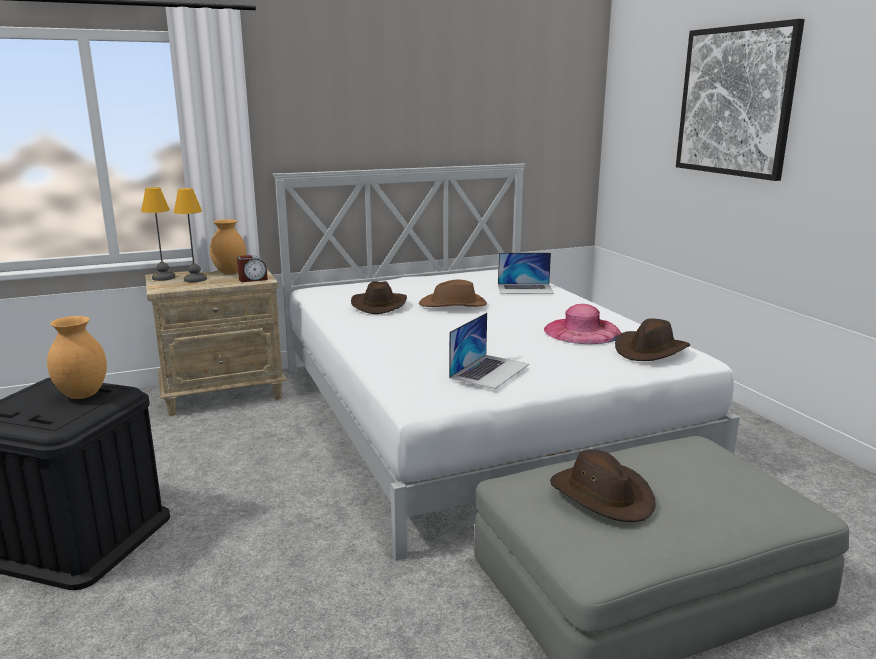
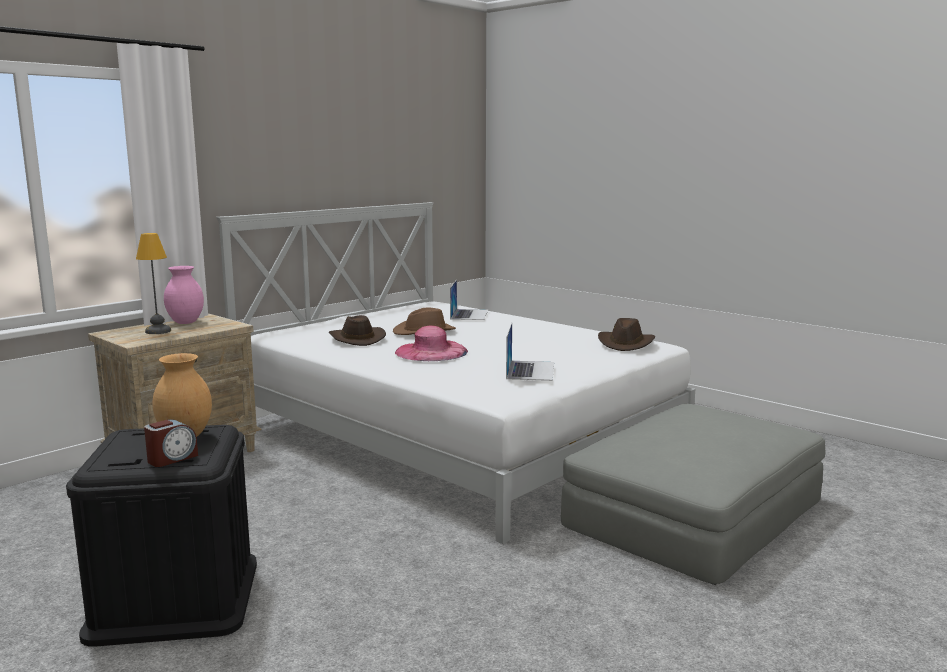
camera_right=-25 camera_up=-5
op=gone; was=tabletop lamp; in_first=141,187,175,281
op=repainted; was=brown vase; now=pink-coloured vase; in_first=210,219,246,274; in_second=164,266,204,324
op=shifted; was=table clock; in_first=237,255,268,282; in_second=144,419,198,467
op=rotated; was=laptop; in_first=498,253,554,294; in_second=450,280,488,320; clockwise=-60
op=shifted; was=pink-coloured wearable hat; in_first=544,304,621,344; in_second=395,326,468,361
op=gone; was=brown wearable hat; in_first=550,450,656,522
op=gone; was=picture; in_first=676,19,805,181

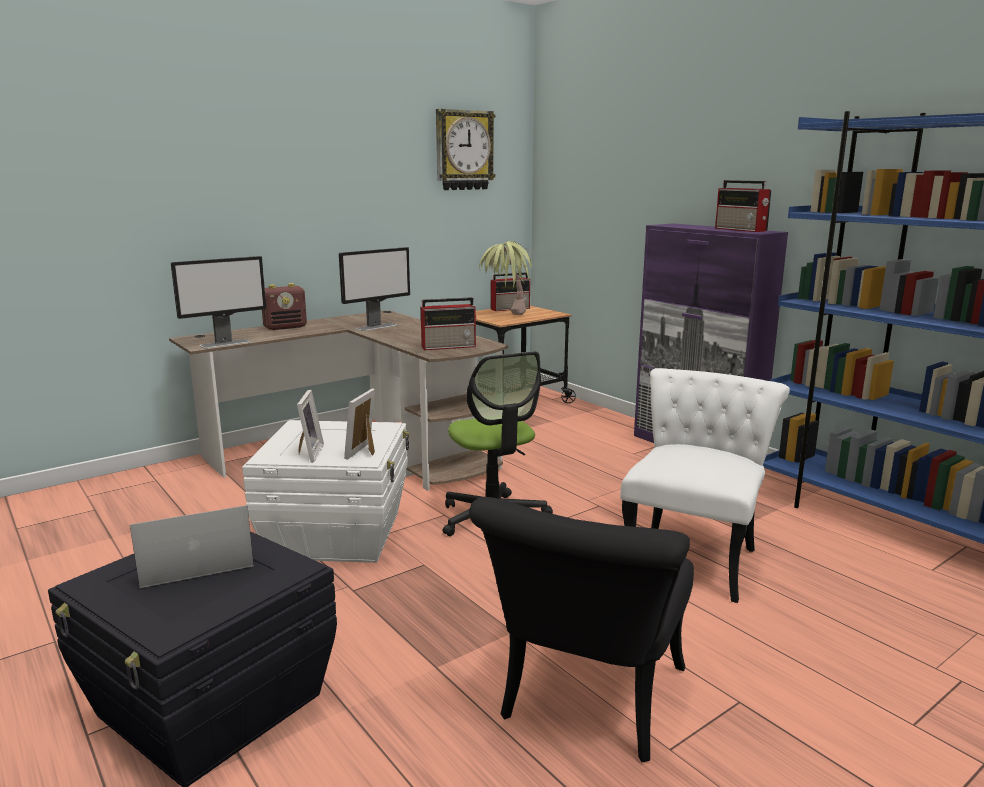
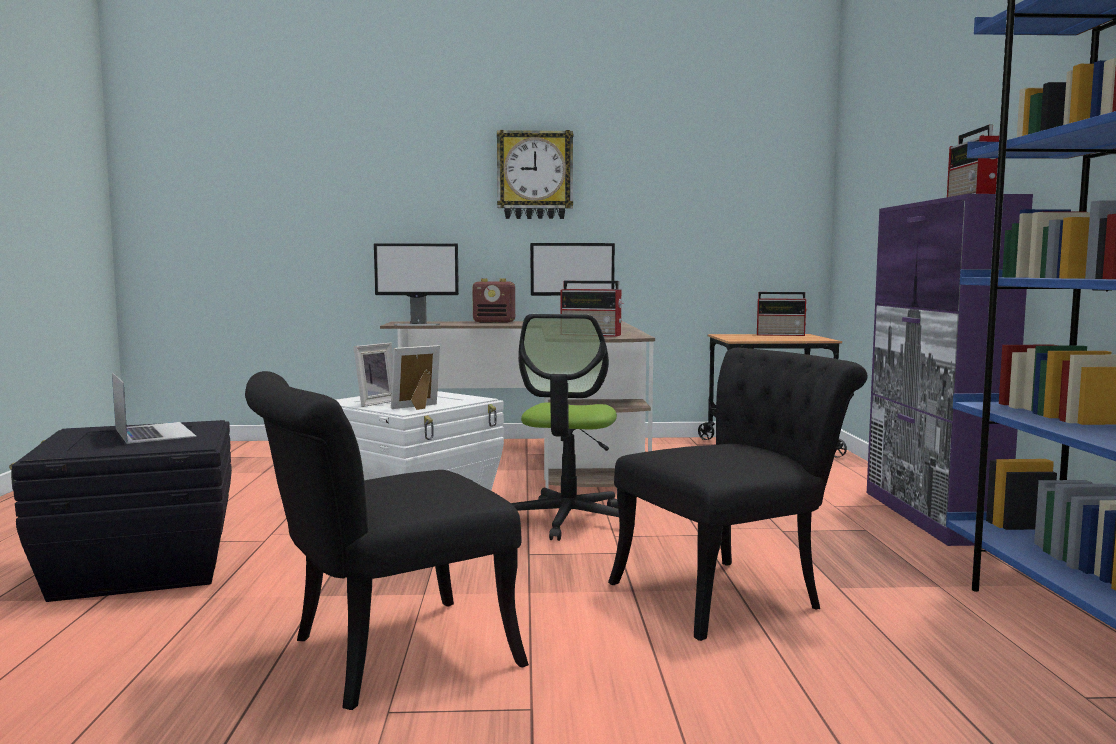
camera_right=35 camera_up=-10
op=rotated; was=laptop; in_first=130,505,254,588; in_second=112,373,196,444; clockwise=45
op=shifted; was=clock on the wall; in_first=436,109,496,190; in_second=497,130,573,219
op=gone; was=potted plant; in_first=479,241,531,315
op=repainted; was=whitish chair; now=black chair; in_first=620,368,790,603; in_second=608,348,867,641

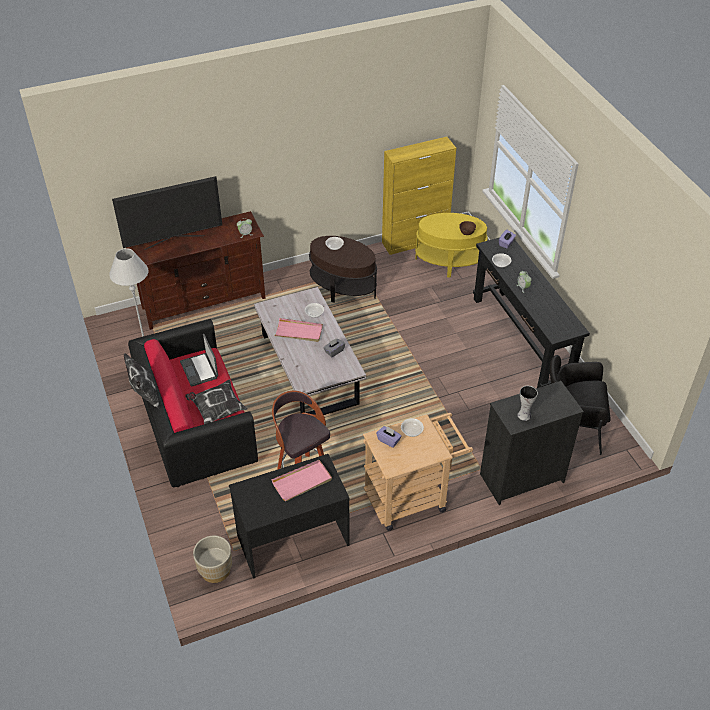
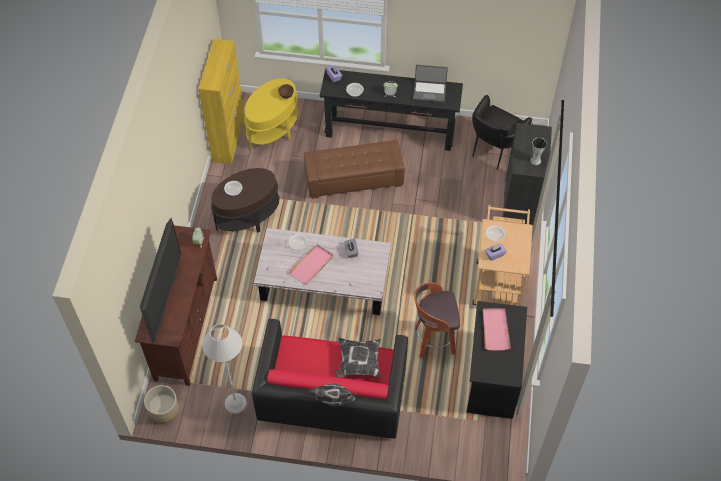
camera_right=-60 camera_up=10
op=shifted; was=laptop; in_first=180,334,218,386; in_second=413,65,448,102
op=shifted; was=sand-coloured plant pot; in_first=193,536,232,583; in_second=144,385,178,424
op=new; now=brown ottoman; in_second=304,140,405,199

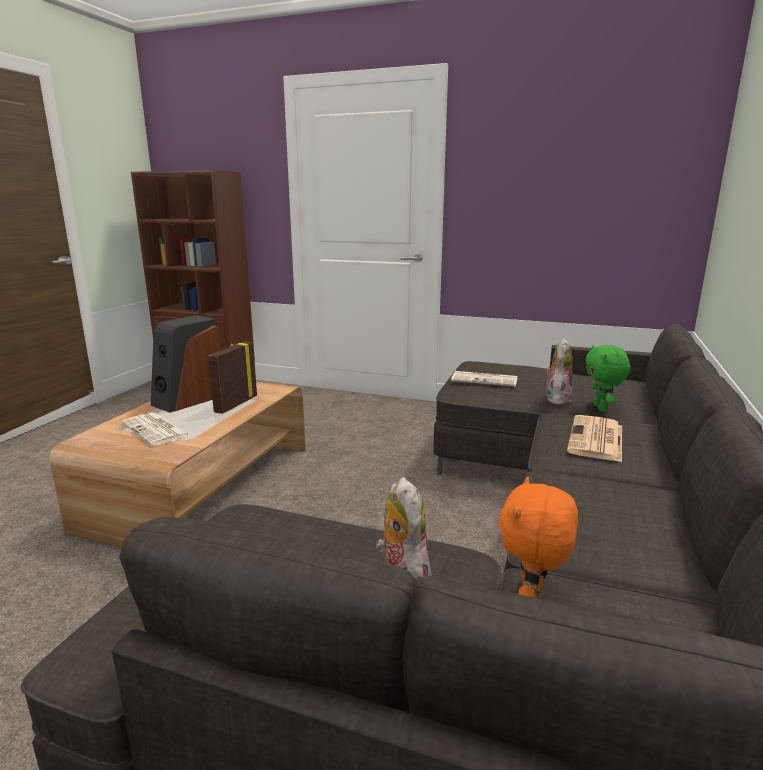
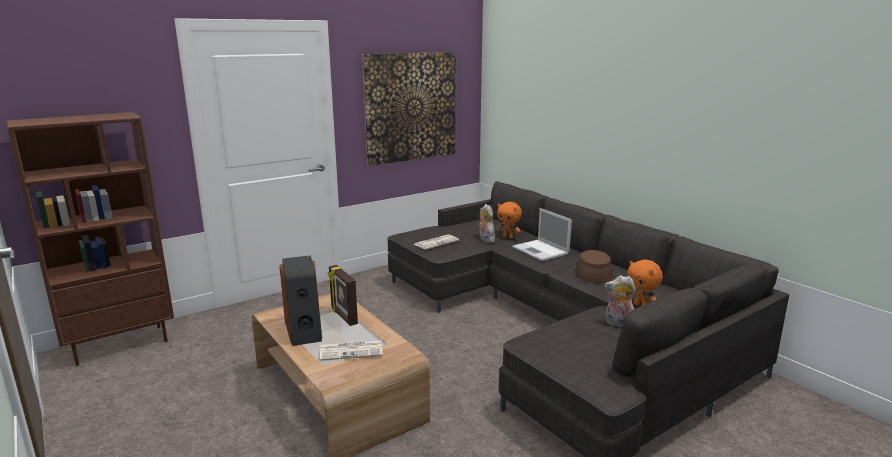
camera_right=-55 camera_up=0
op=swapped; was=daily paper; now=laptop; in_first=567,415,622,462; in_second=512,208,572,261
op=repainted; was=greenish cuddly toy; now=orange-coloured cuddly toy; in_first=585,345,630,412; in_second=497,202,522,239
op=new; now=picture; in_second=362,52,456,166
op=new; now=brown wearable hat; in_second=575,250,613,283

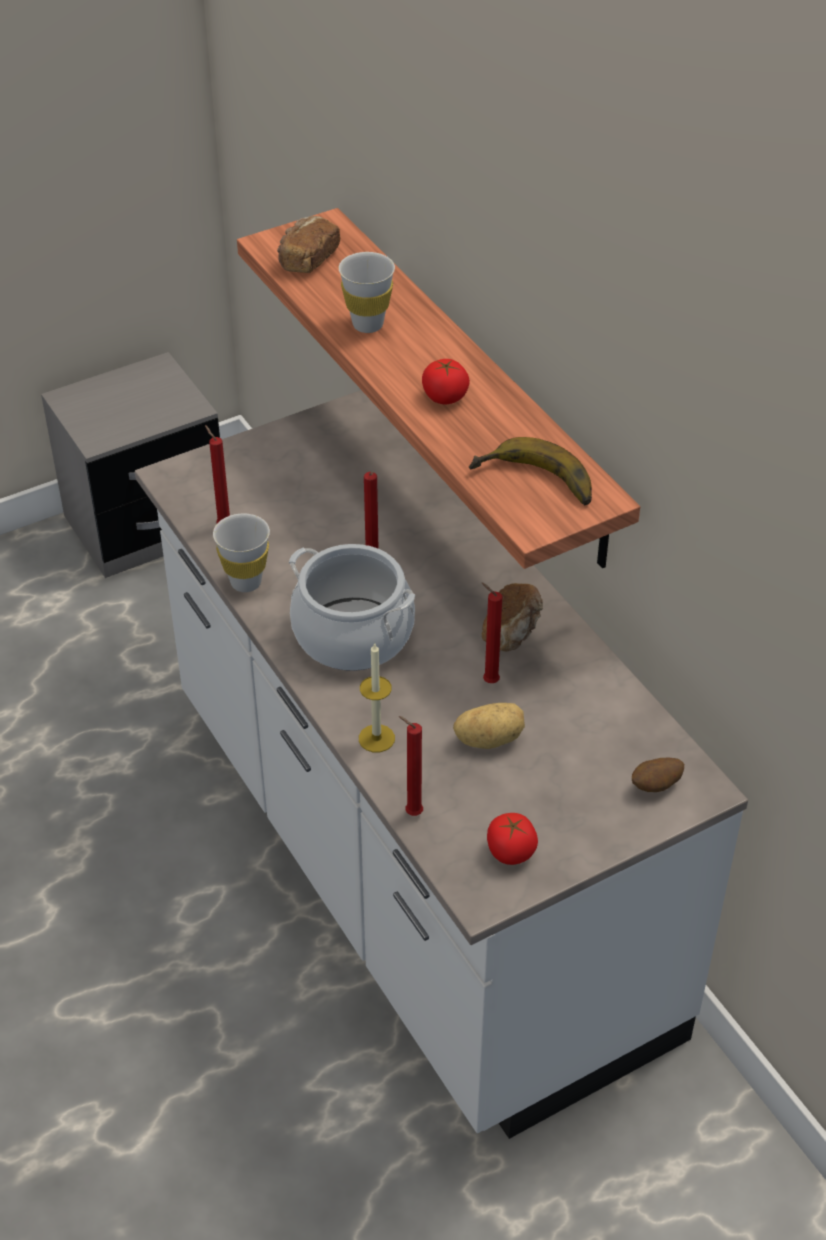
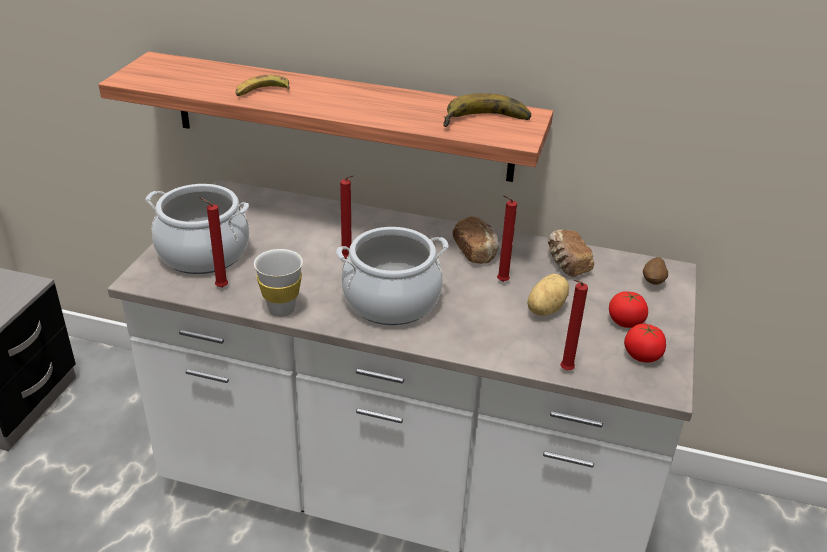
camera_right=-45 camera_up=-10
op=shifted; was=baked bread; in_first=277,216,341,273; in_second=548,230,594,277
op=swapped; was=whitish drinking cup; now=whole banana; in_first=339,252,395,333; in_second=236,75,290,96
op=gone; was=candle; in_first=359,642,395,752
op=shifted; was=whole tomato; in_first=422,359,470,404; in_second=609,291,648,328
op=new; now=saucepot; in_second=145,184,249,274

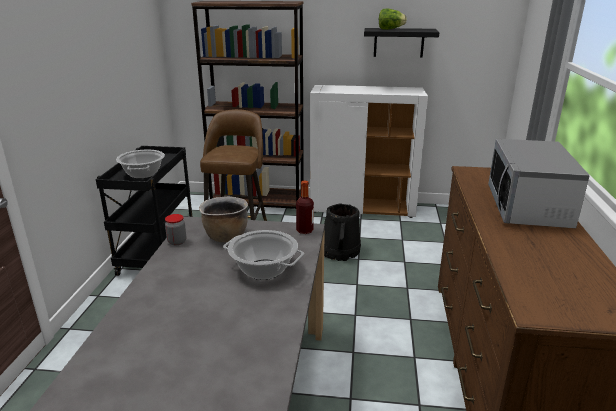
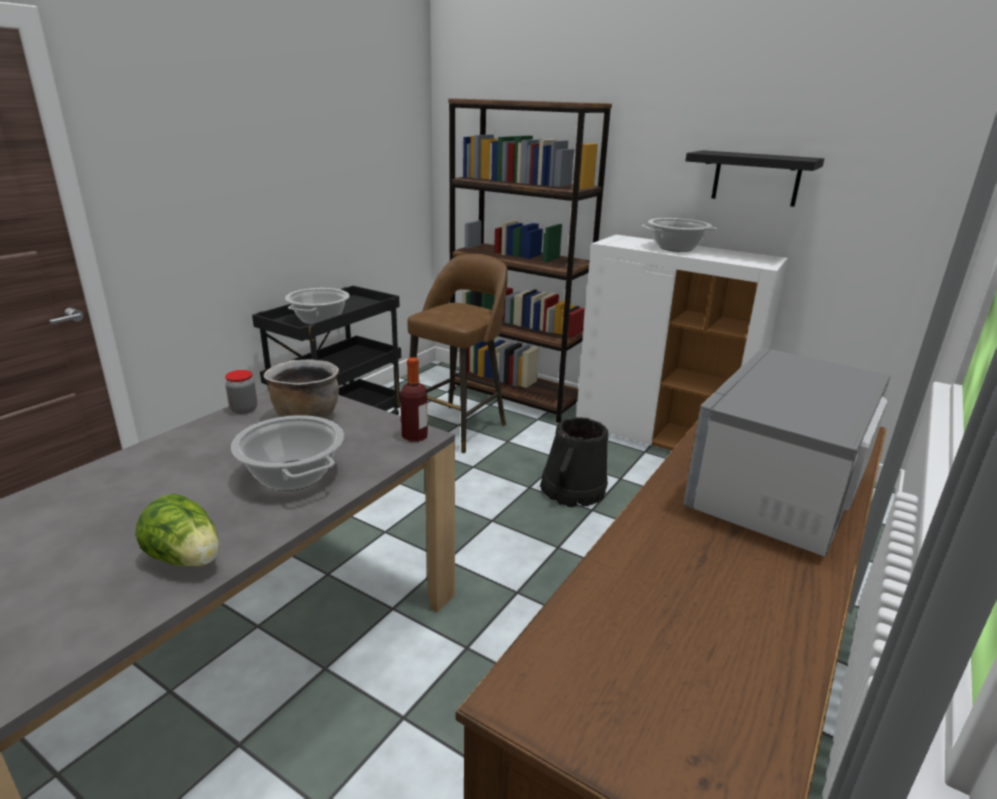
camera_right=25 camera_up=0
op=shifted; was=head of lettuce; in_first=379,9,407,30; in_second=135,494,219,566
op=new; now=saucepot; in_second=642,218,717,252

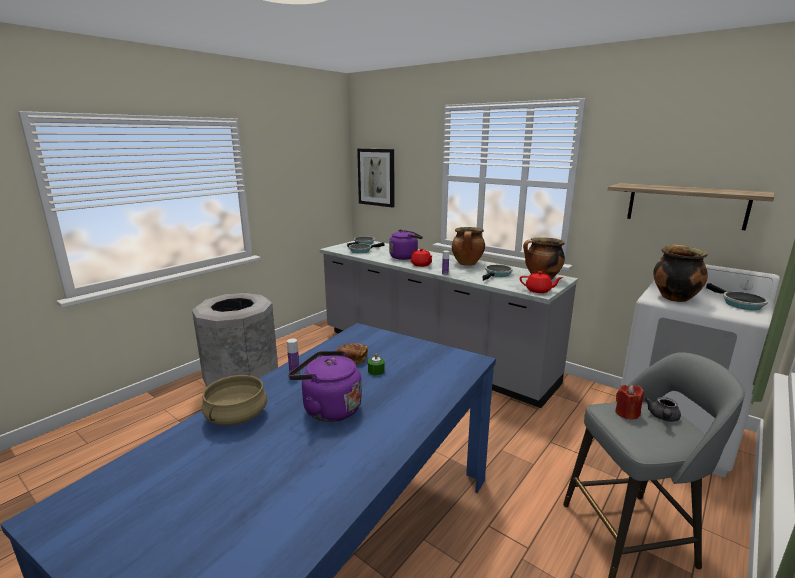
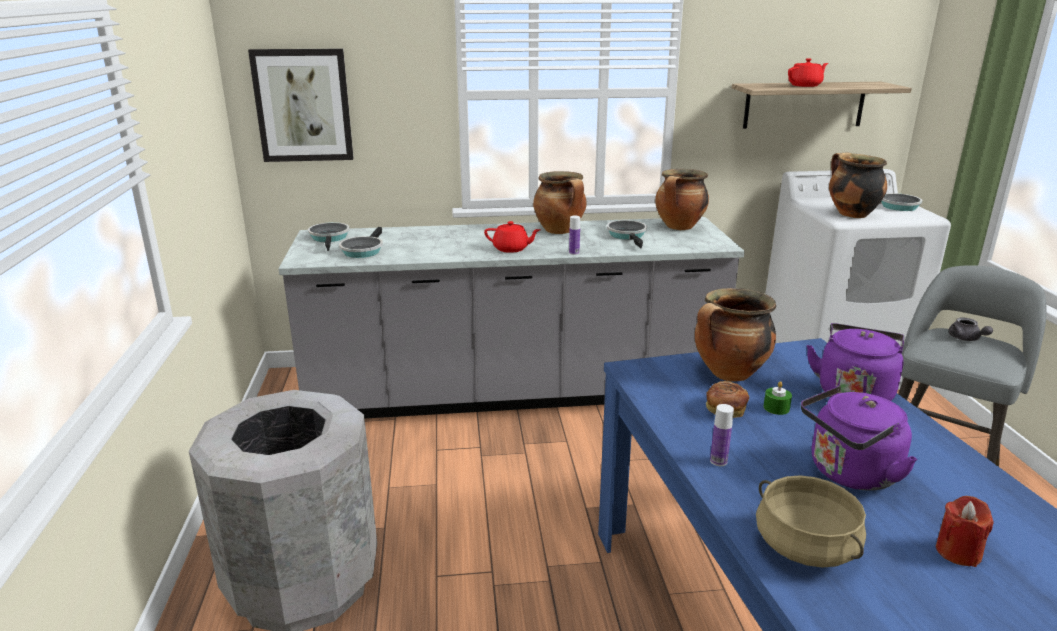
camera_right=-45 camera_up=5
op=shifted; was=purplish kettle; in_first=389,230,423,260; in_second=807,323,905,401
op=shifted; was=red pot for tea; in_first=520,271,563,293; in_second=788,58,828,87
op=shifted; was=red candle; in_first=615,385,644,419; in_second=936,496,993,567
op=new; now=saucepot; in_second=695,288,776,381

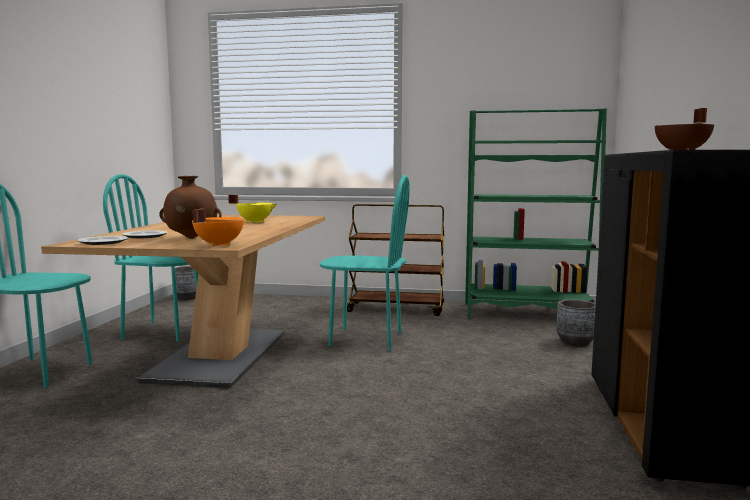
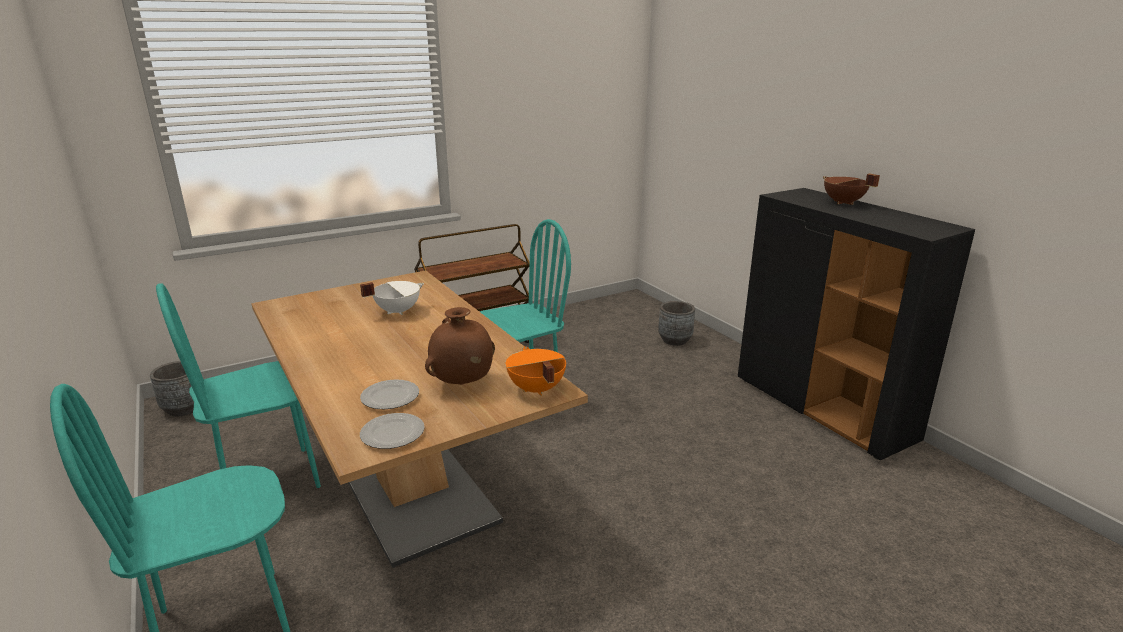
camera_right=-40 camera_up=15
op=repainted; was=yellow saucepot; now=whitish saucepot; in_first=228,195,277,223; in_second=360,281,424,315
op=gone; was=greenish shelving unit; in_first=465,108,607,319

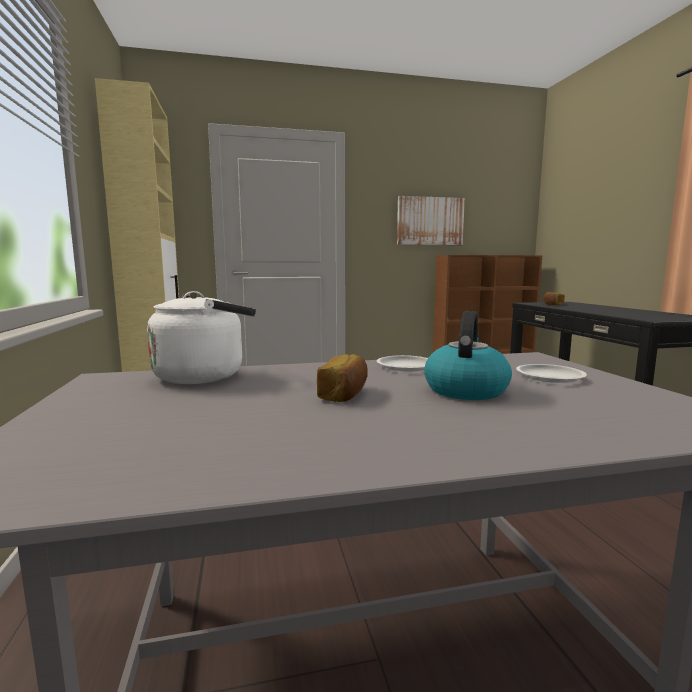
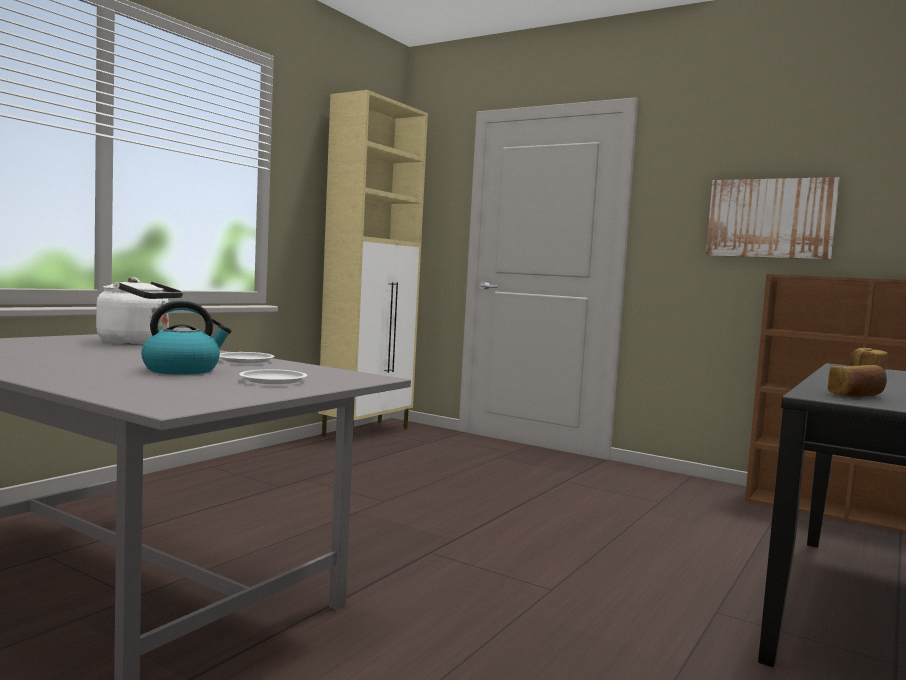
camera_right=45 camera_up=-5
op=shifted; was=baked bread; in_first=317,354,368,402; in_second=828,365,887,397

